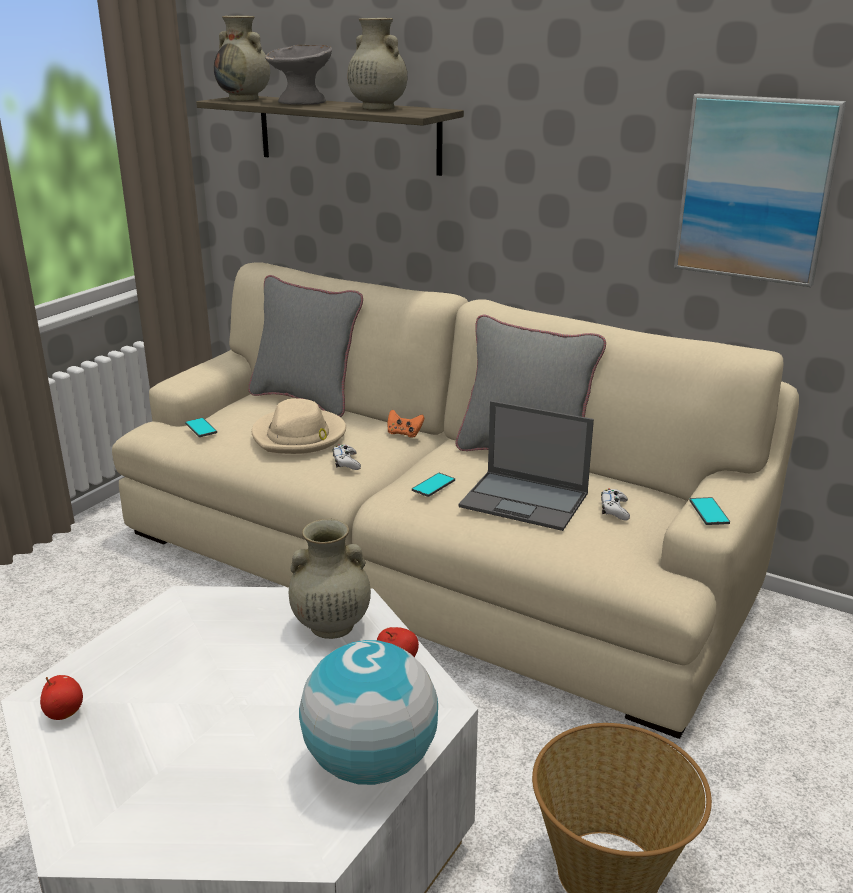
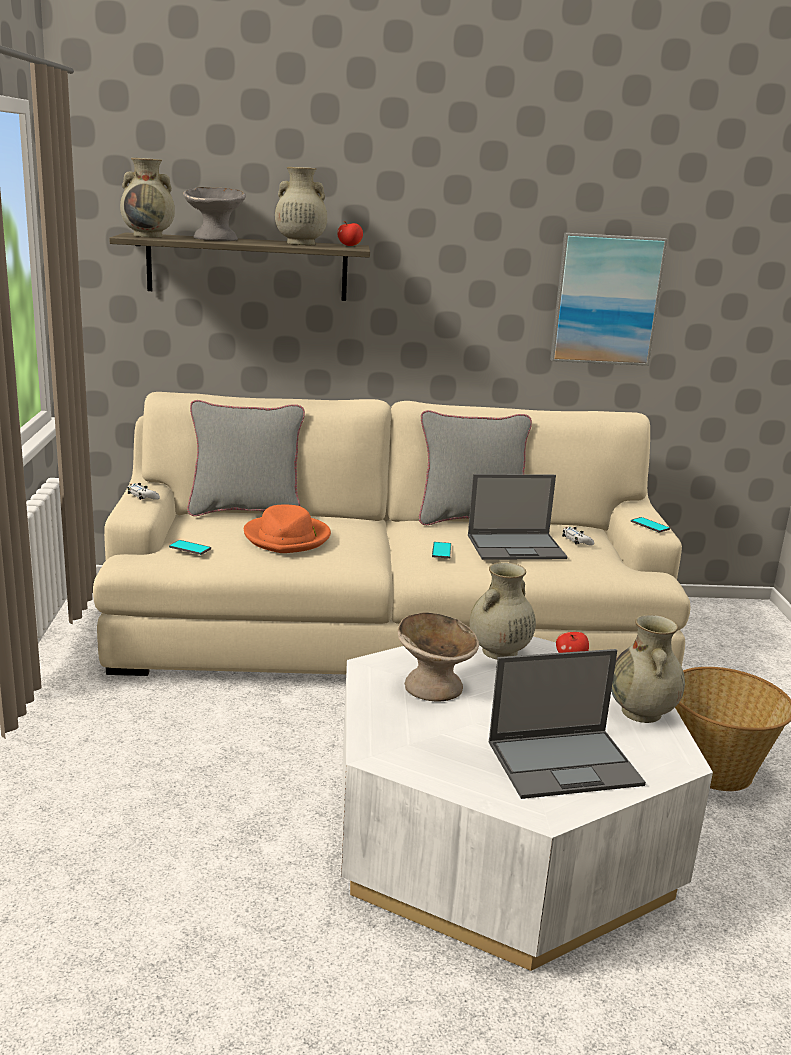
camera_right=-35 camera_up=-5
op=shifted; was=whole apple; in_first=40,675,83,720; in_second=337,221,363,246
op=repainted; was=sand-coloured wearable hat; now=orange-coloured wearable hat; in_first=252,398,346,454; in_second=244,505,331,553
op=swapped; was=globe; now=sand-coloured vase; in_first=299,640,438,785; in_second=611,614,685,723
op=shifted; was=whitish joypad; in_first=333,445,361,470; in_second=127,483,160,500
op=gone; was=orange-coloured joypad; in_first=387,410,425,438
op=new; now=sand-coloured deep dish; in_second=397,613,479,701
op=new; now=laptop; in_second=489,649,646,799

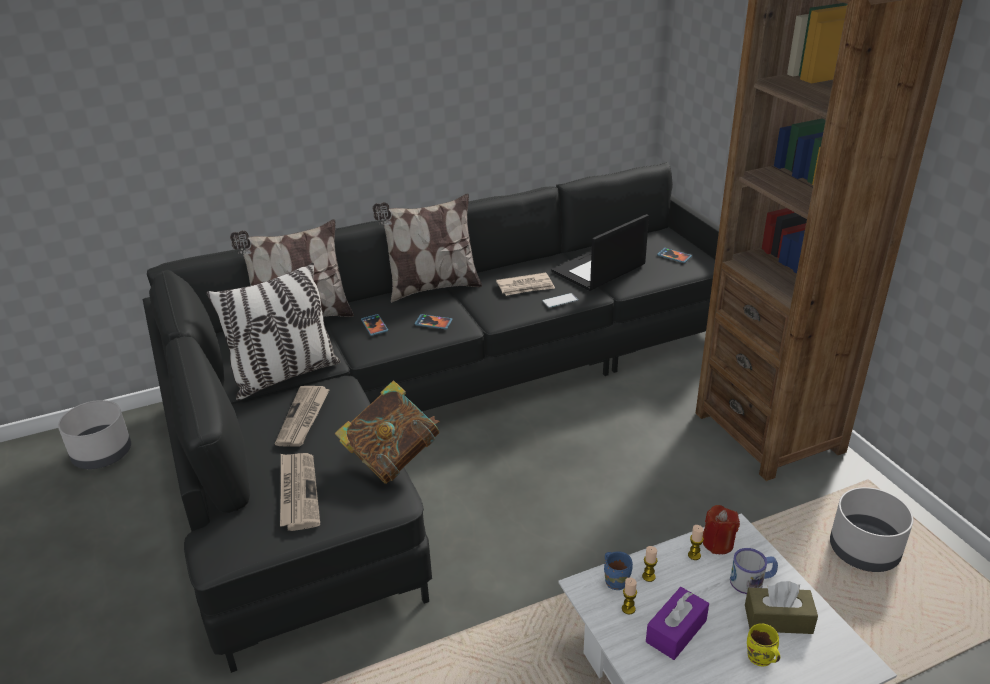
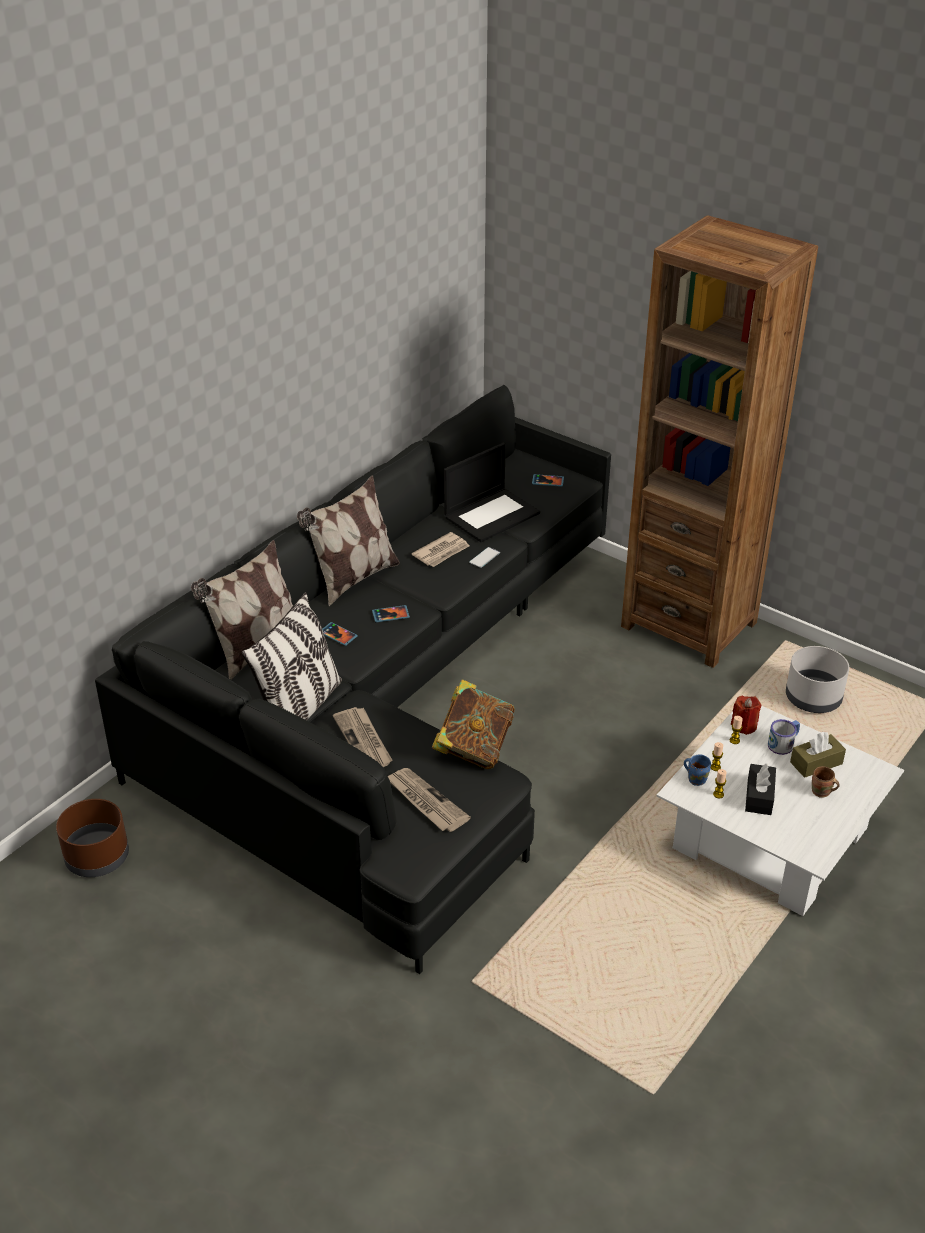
camera_right=-30 camera_up=5
op=repainted; was=greyish plant pot; now=brown plant pot; in_first=58,400,131,469; in_second=56,799,129,877
op=rotated; was=laptop; in_first=551,214,649,291; in_second=444,443,540,542; clockwise=-150
op=repainted; was=purplish tissue holder; now=black tissue holder; in_first=646,587,709,660; in_second=745,763,776,815
op=repainted; was=yellow mug; now=brown mug; in_first=747,624,780,666; in_second=812,766,840,798

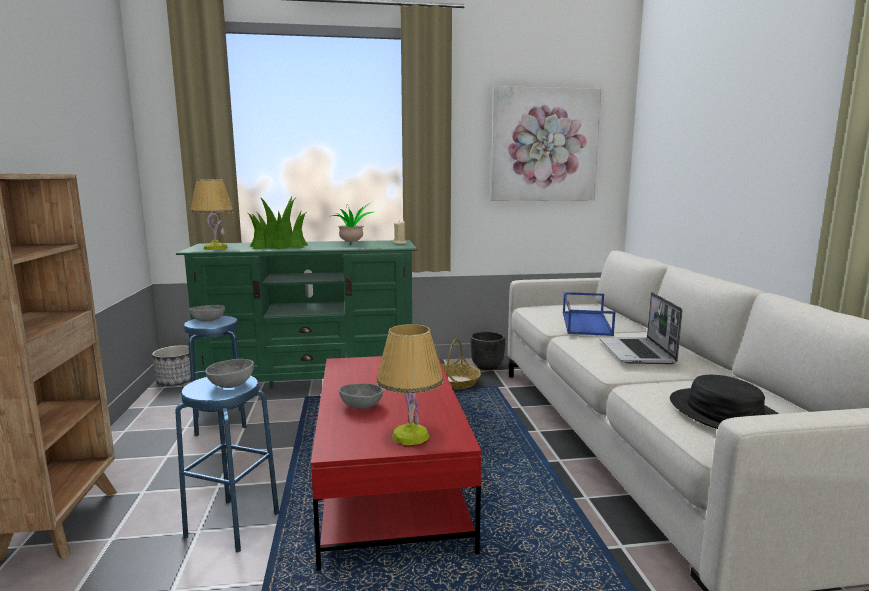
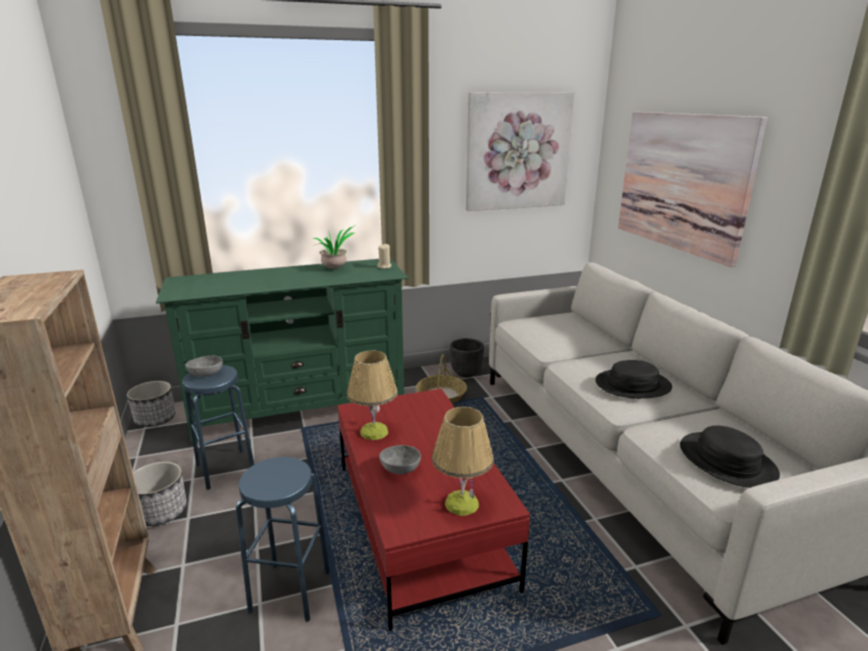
camera_right=-10 camera_up=10
op=shifted; was=tabletop lamp; in_first=191,179,234,250; in_second=347,351,398,440
op=gone; was=greyish deep dish; in_first=205,359,254,388
op=gone; was=potted plant; in_first=248,197,308,249
op=gone; was=blue tray; in_first=563,292,615,336
op=swapped; was=laptop; now=black wearable hat; in_first=599,292,682,364; in_second=595,360,672,399
op=new; now=plant pot; in_second=133,462,187,526
op=new; now=picture; in_second=618,112,767,267

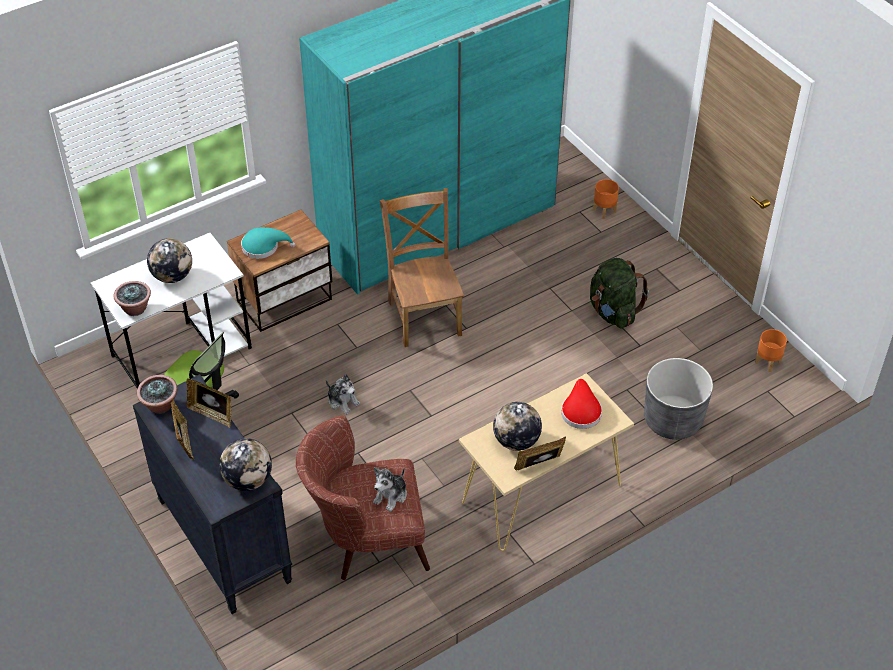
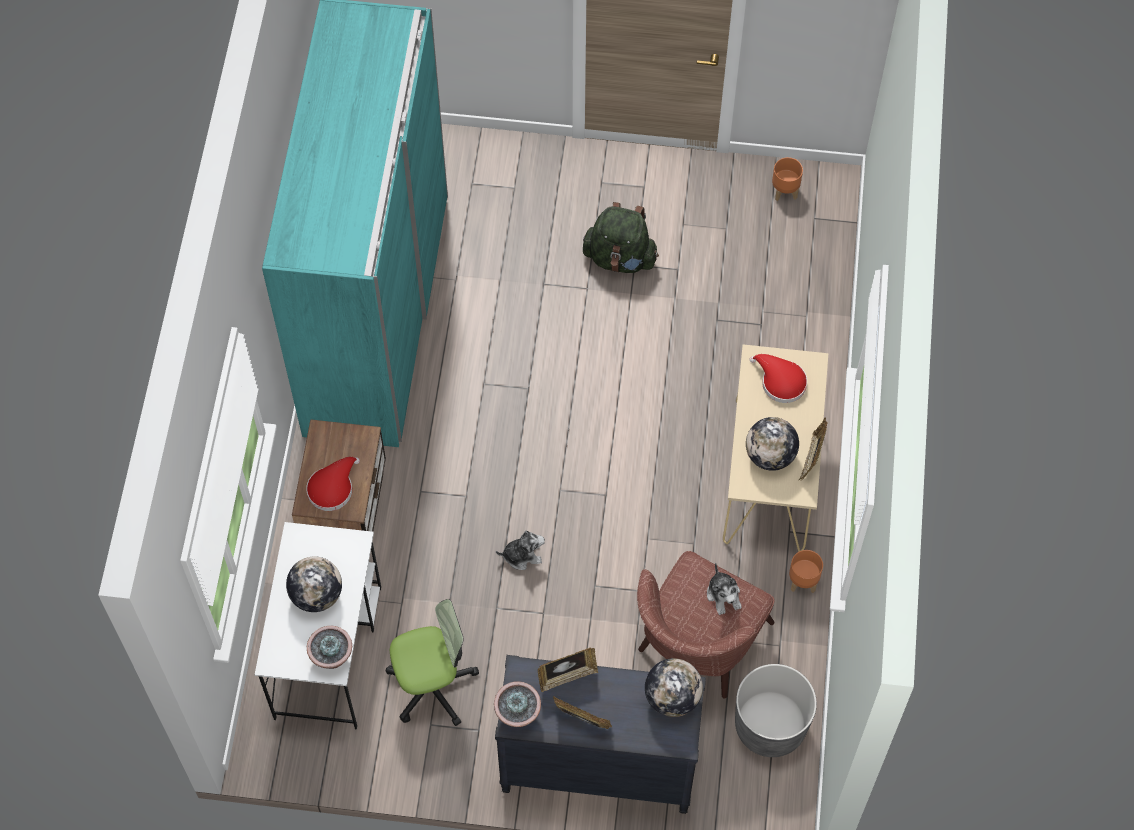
camera_right=-50 camera_up=15
op=repainted; was=blue-green wearable hat; now=red wearable hat; in_first=241,227,296,259; in_second=306,457,360,511
op=gone; was=brown chair; in_first=380,188,464,347
op=shifted; was=orange-coloured plant pot; in_first=593,179,619,219; in_second=789,550,823,593
op=shifted; was=greyish plant pot; in_first=644,358,713,440; in_second=735,664,817,757

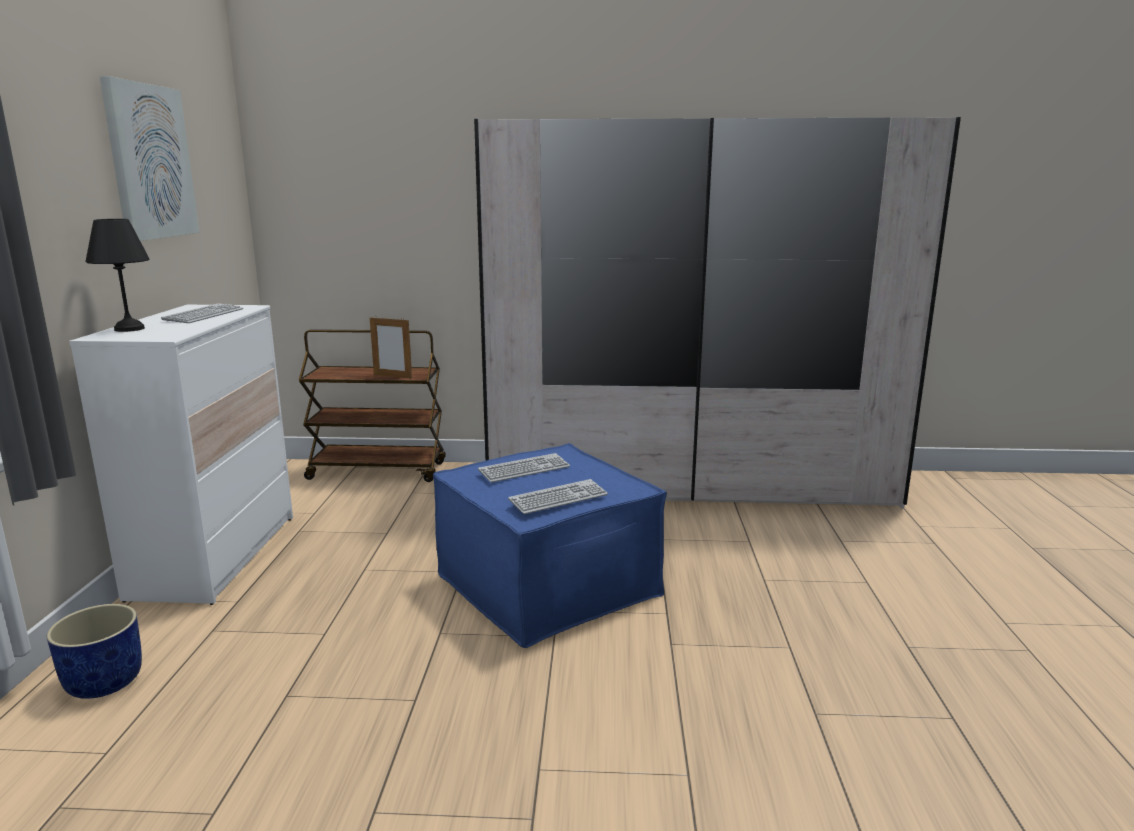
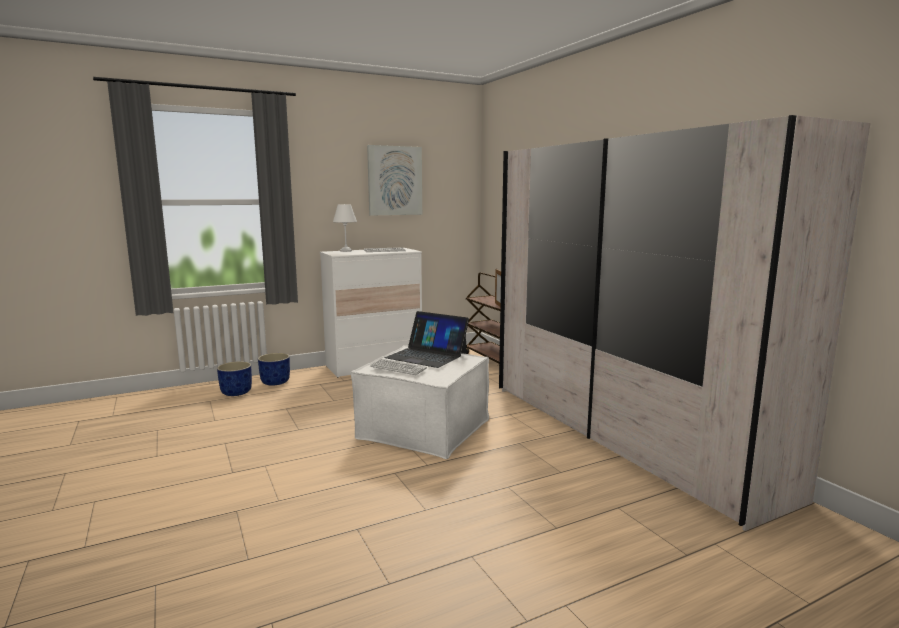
camera_right=60 camera_up=-5
op=repainted; was=black tabletop lamp; now=whitish tabletop lamp; in_first=85,219,149,332; in_second=333,204,357,252
op=repainted; was=blue ottoman; now=whitish ottoman; in_first=433,443,667,648; in_second=350,345,489,459
op=swapped; was=computer keyboard; now=laptop; in_first=478,453,570,483; in_second=385,311,469,368
op=new; now=blue plant pot; in_second=217,361,252,396

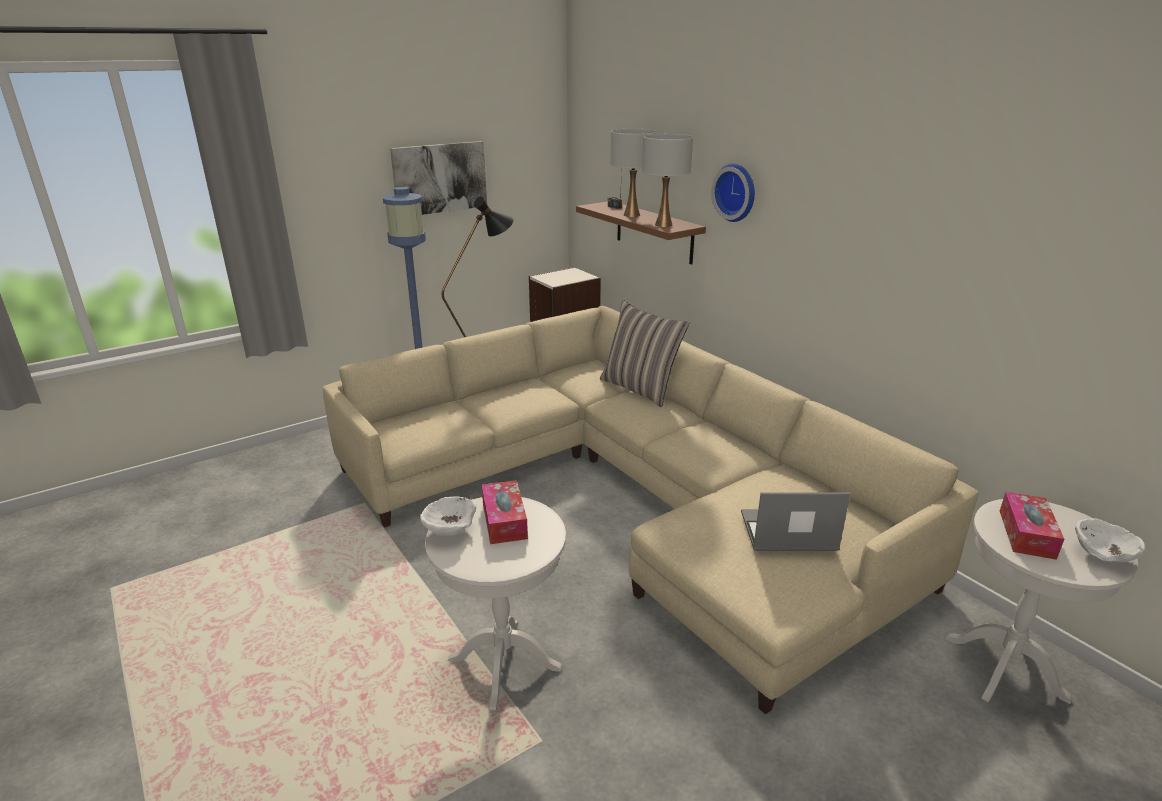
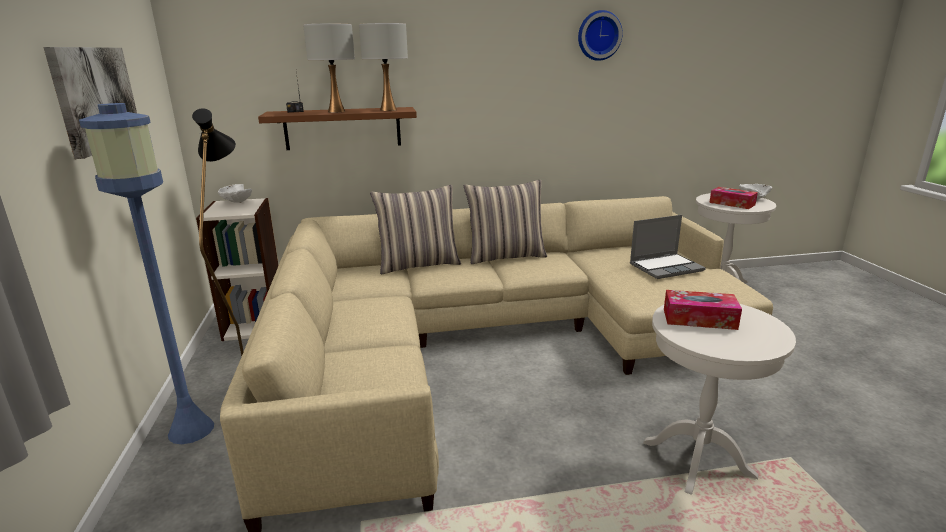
camera_right=-65 camera_up=-5
op=shifted; was=whitish deep dish; in_first=420,496,476,536; in_second=218,184,252,203
op=shifted; was=clock on the wall; in_first=711,163,755,222; in_second=578,10,623,61
op=rotated; was=laptop; in_first=741,492,850,551; in_second=630,215,706,279; clockwise=-135
op=new; now=throw pillow; in_second=464,180,547,264

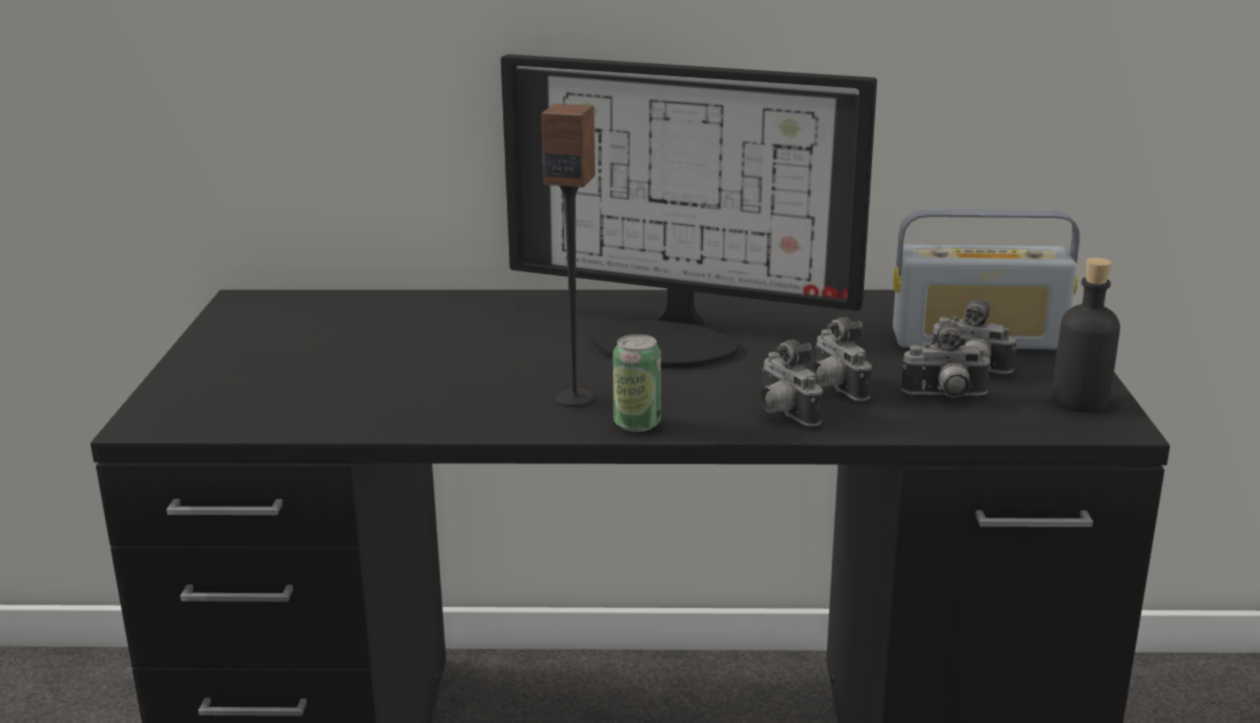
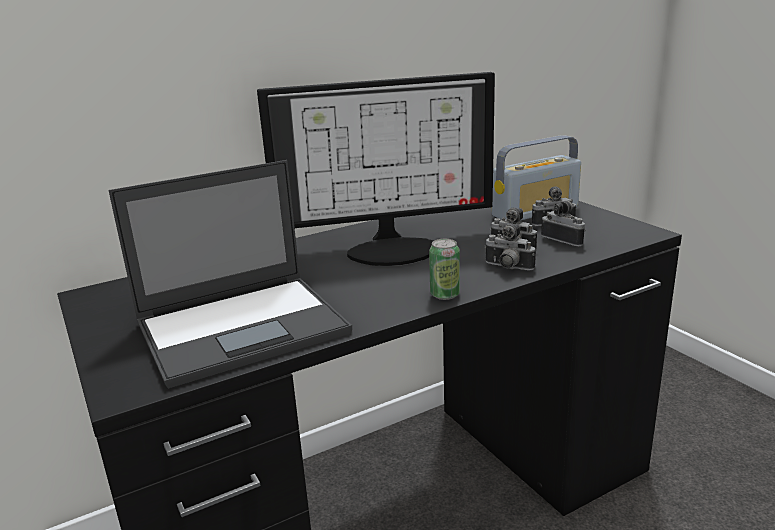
camera_right=-30 camera_up=0
op=gone; was=speaker; in_first=541,104,595,406
op=rotated; was=photo camera; in_first=901,322,992,398; in_second=541,200,586,247; clockwise=-105
op=gone; was=black beverage bottle; in_first=1052,258,1120,413
op=new; now=laptop; in_second=108,160,352,388

